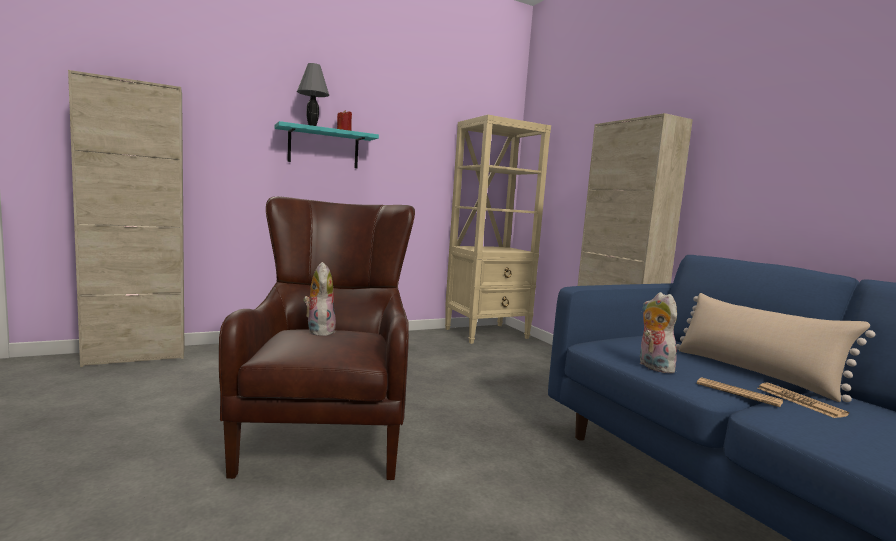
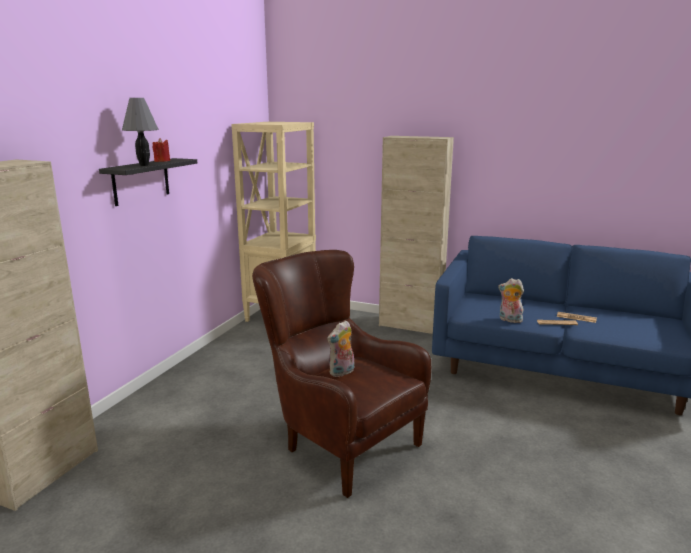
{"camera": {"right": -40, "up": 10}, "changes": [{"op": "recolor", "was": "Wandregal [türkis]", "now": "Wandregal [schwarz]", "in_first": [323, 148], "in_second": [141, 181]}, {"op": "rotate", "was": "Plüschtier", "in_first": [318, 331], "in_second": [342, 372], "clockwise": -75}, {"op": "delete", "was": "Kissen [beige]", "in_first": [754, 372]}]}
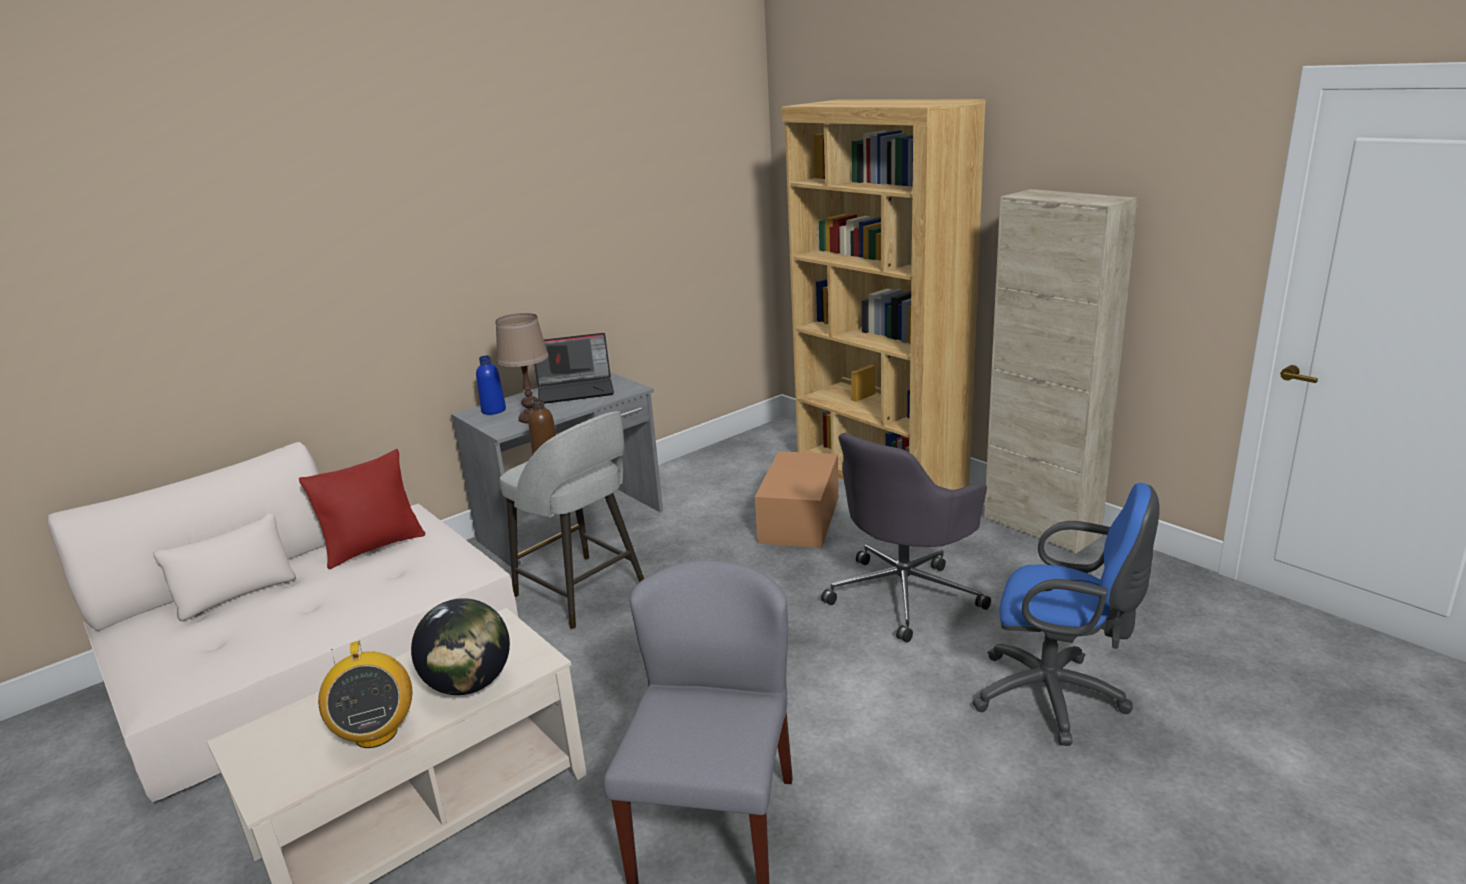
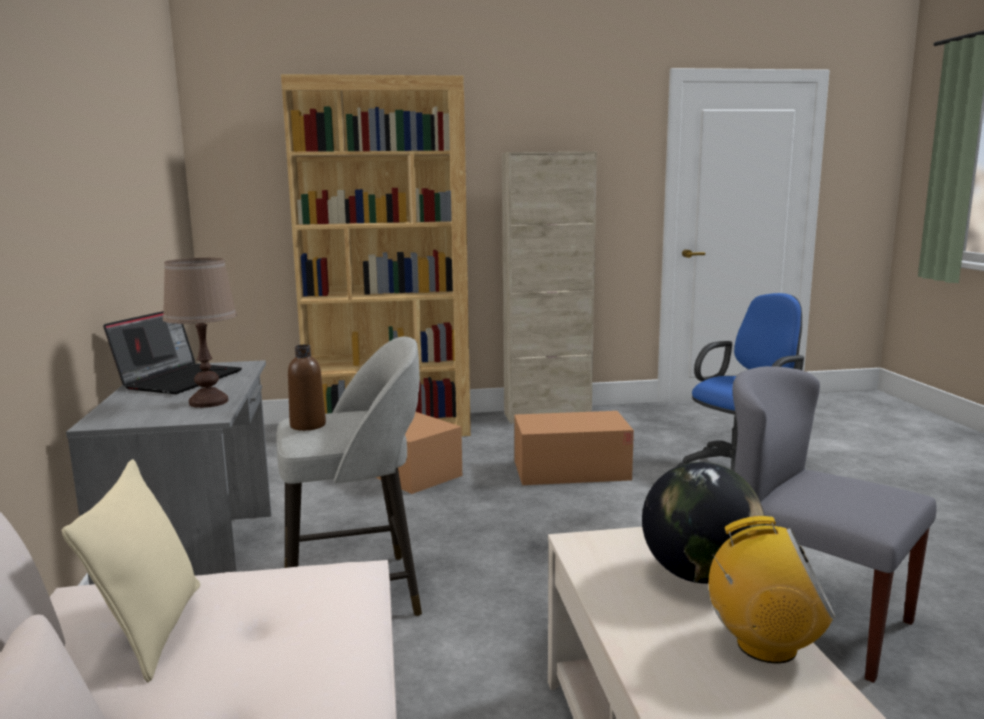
{"camera": {"right": -60, "up": -10}, "changes": [{"op": "recolor", "was": "Kissen [rot]", "now": "Kissen [beige]", "in_first": [374, 547], "in_second": [152, 631]}, {"op": "replace", "was": "Bürostuhl [grau]", "now": "Karton", "in_first": [905, 594], "in_second": [571, 470]}, {"op": "delete", "was": "Flasche [blau]", "in_first": [493, 410]}]}
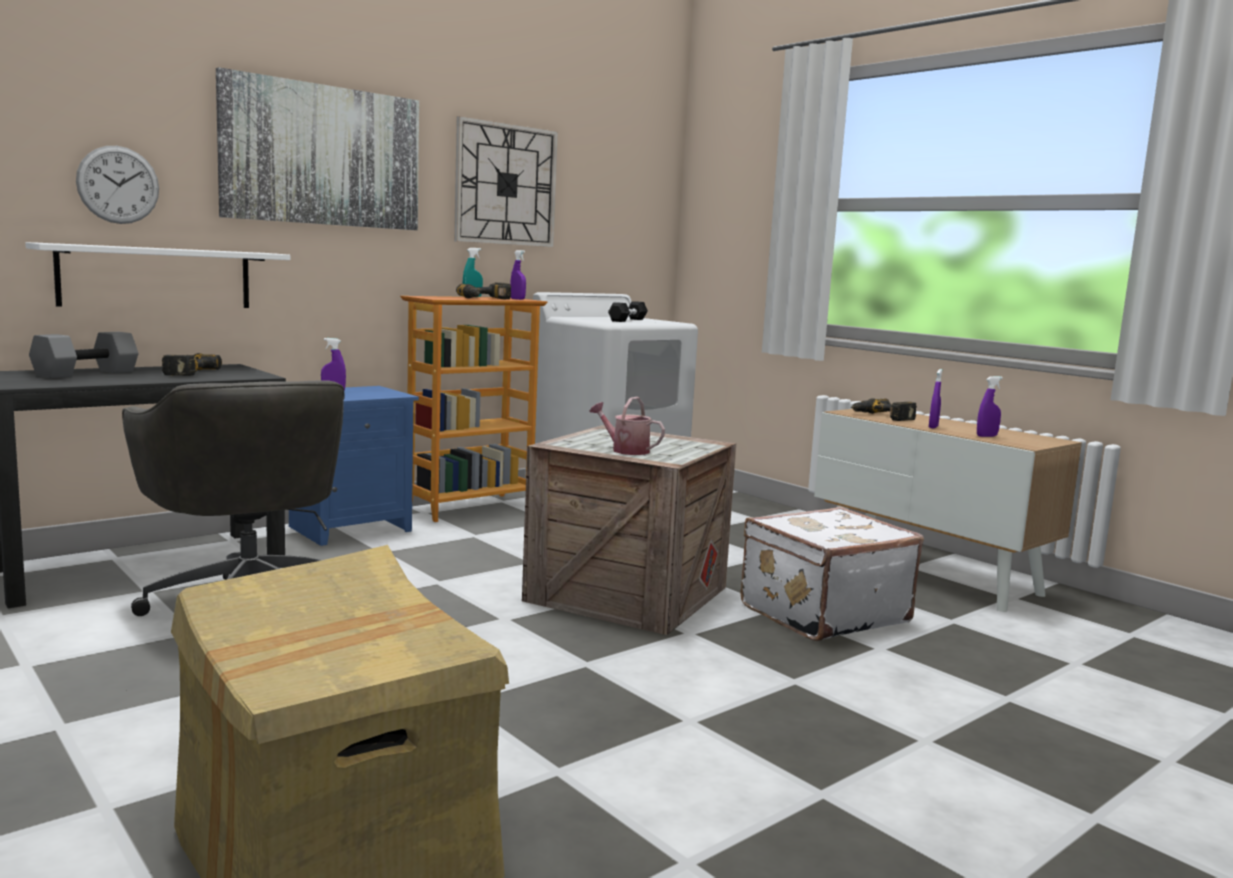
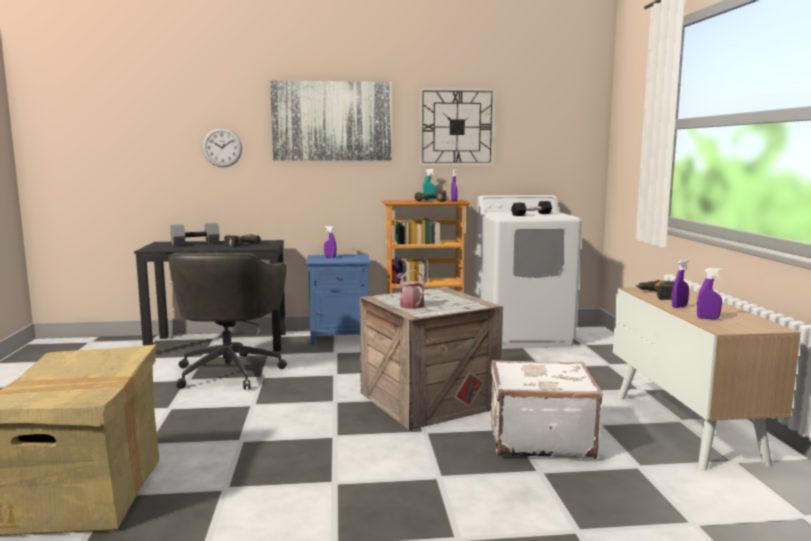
{"camera": {"right": 35, "up": 0}, "changes": [{"op": "delete", "was": "Wandregal [weiß]", "in_first": [156, 277]}]}
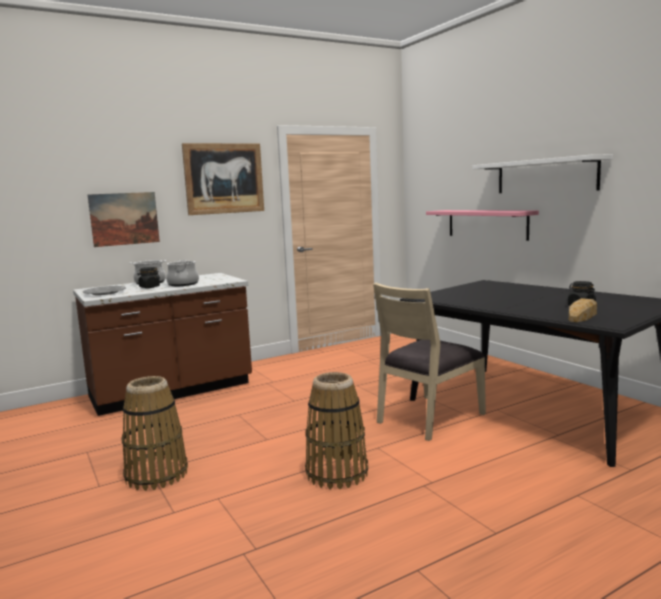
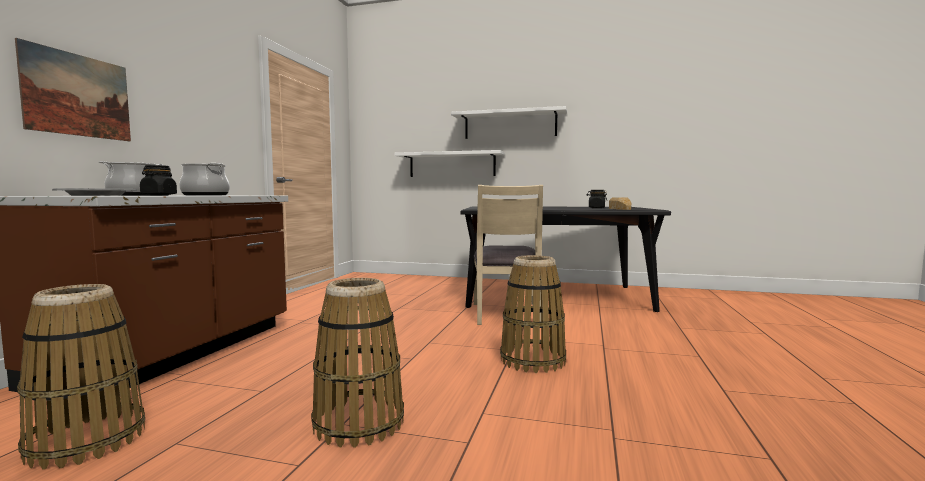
{"camera": {"right": -45, "up": -5}, "changes": [{"op": "insert", "now": "Korb", "in_second": [87, 440]}, {"op": "recolor", "was": "Wandregal [rosa]", "now": "Wandregal [weiß]", "in_first": [486, 224], "in_second": [452, 164]}, {"op": "delete", "was": "Bild", "in_first": [224, 178]}]}
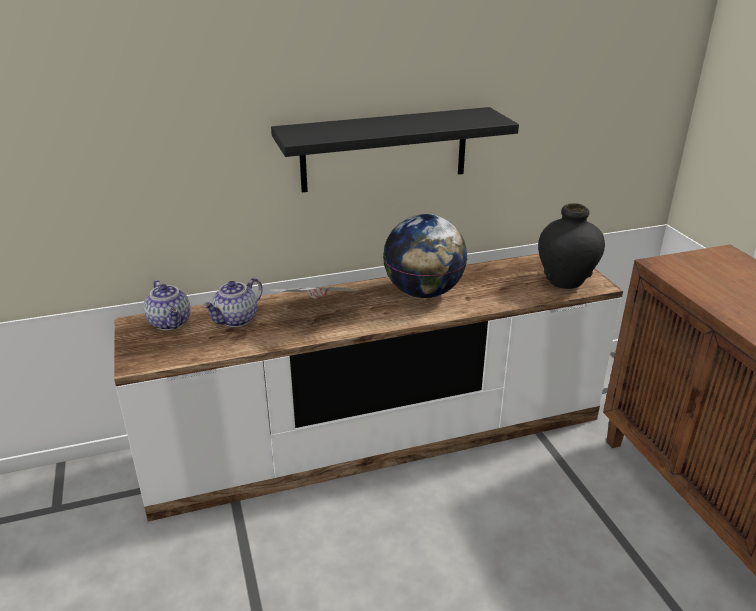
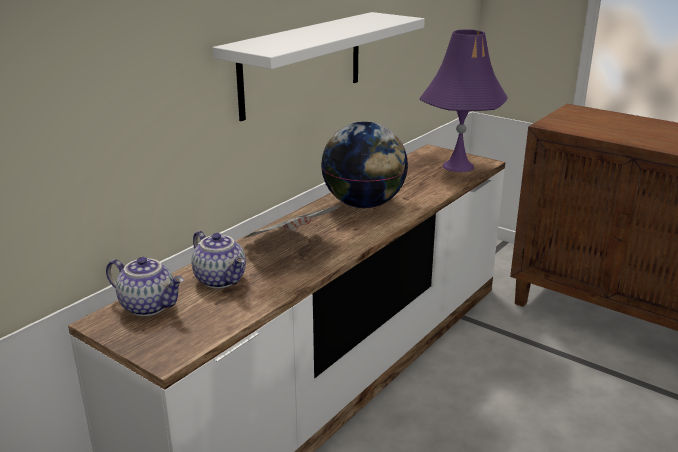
{"camera": {"right": -35, "up": -5}, "changes": [{"op": "rotate", "was": "Teekanne", "in_first": [237, 320], "in_second": [221, 279], "clockwise": -45}, {"op": "recolor", "was": "Wandregal [schwarz]", "now": "Wandregal [weiß]", "in_first": [384, 149], "in_second": [302, 64]}, {"op": "replace", "was": "Vase [schwarz]", "now": "Tischlampe [lila]", "in_first": [565, 281], "in_second": [458, 166]}]}
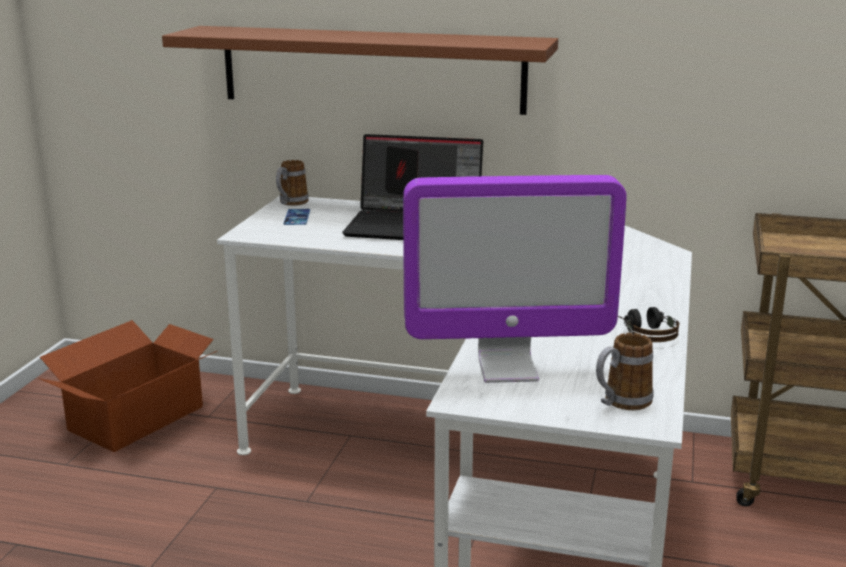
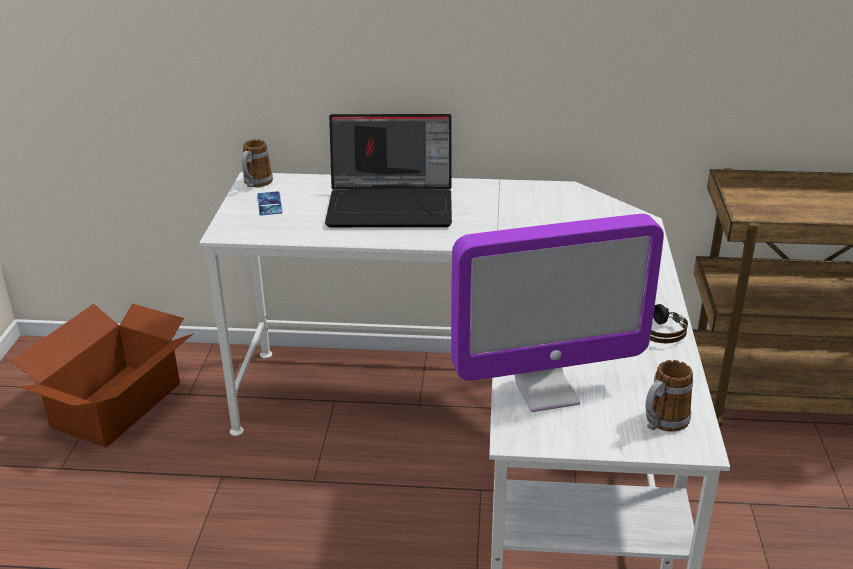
{"camera": {"right": -10, "up": 10}, "changes": [{"op": "delete", "was": "Wandregal [braun]", "in_first": [371, 69]}]}
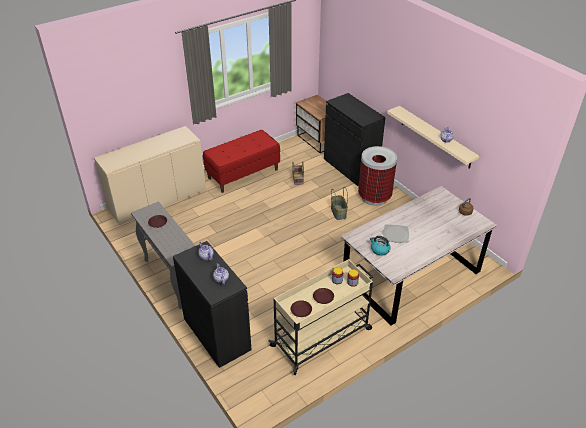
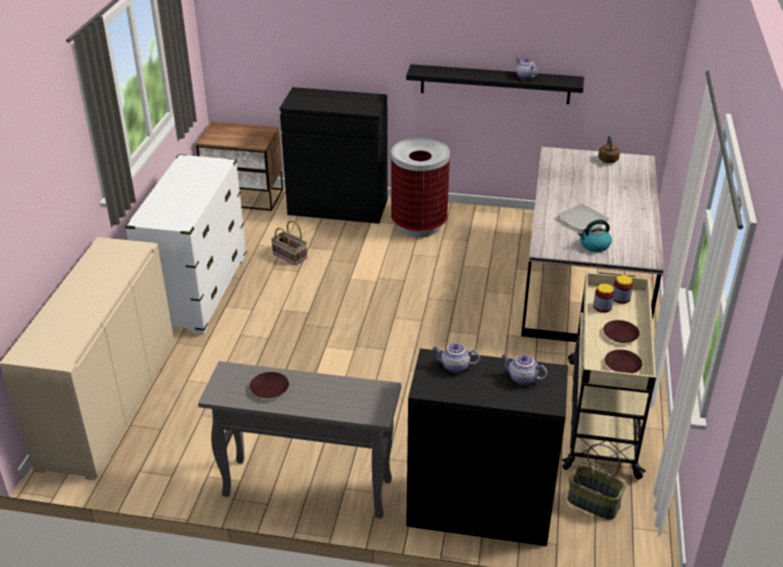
{"camera": {"right": -45, "up": -5}, "changes": [{"op": "replace", "was": "Bank [rot]", "now": "Kommode [weiß]", "in_first": [243, 173], "in_second": [198, 291]}, {"op": "recolor", "was": "Wandregal [beige]", "now": "Wandregal [schwarz]", "in_first": [435, 137], "in_second": [495, 84]}, {"op": "move", "was": "Korb", "in_first": [339, 212], "in_second": [594, 502]}]}
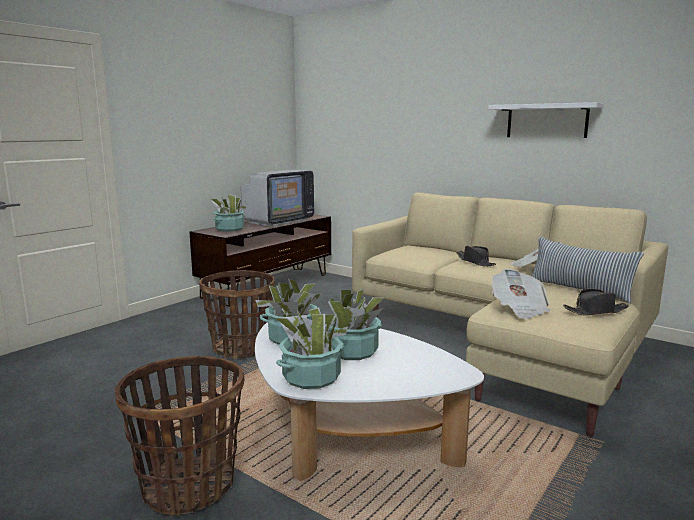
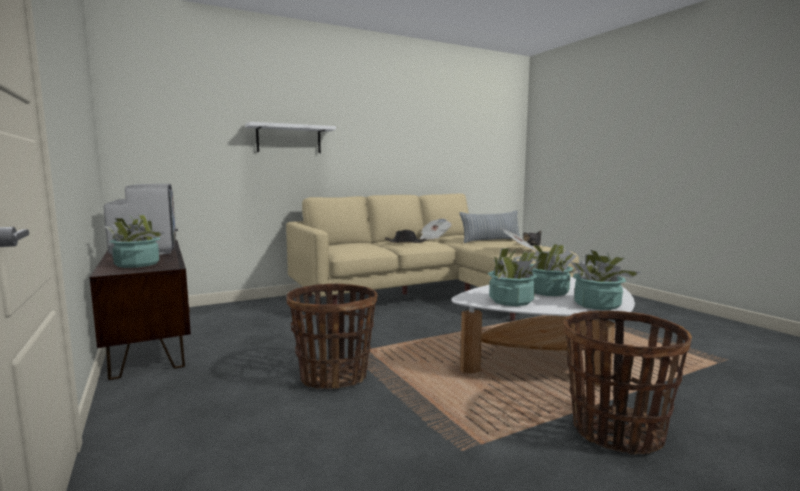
{"camera": {"right": -65, "up": -5}, "changes": [{"op": "move", "was": "Wandregal [weiß]", "in_first": [546, 121], "in_second": [289, 139]}]}
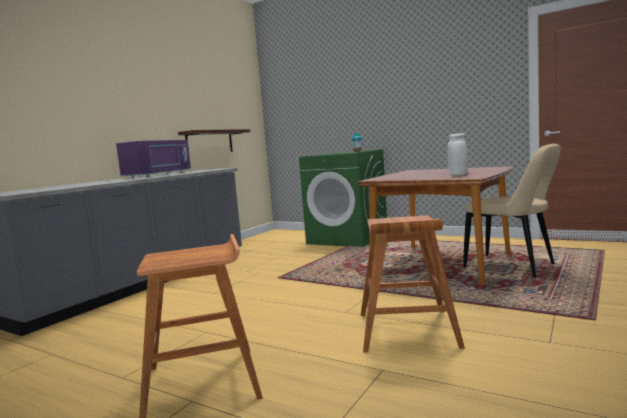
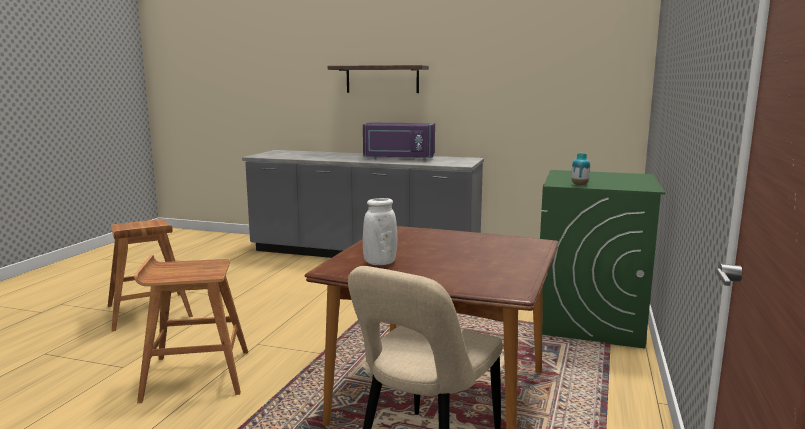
{"camera": {"right": 75, "up": 5}, "changes": [{"op": "move", "was": "Wandregal", "in_first": [209, 142], "in_second": [382, 79]}]}
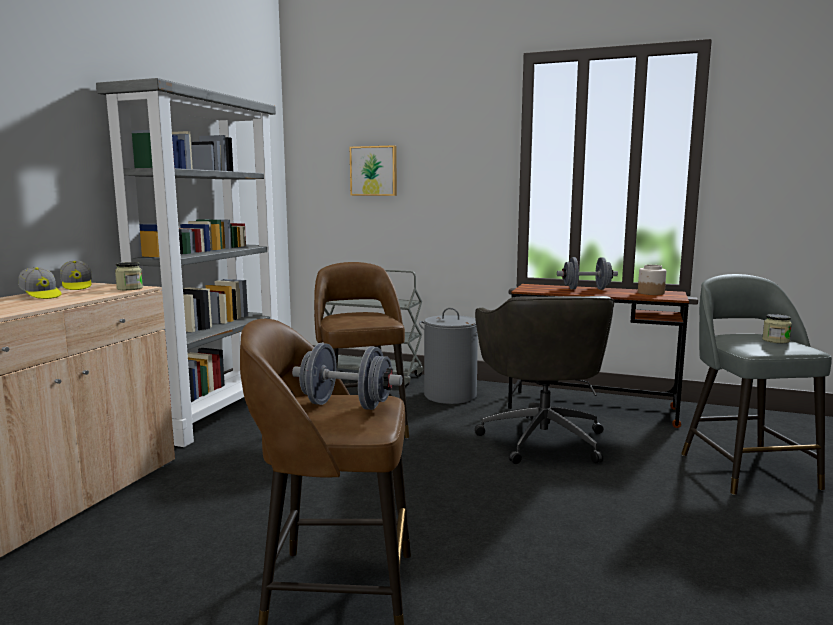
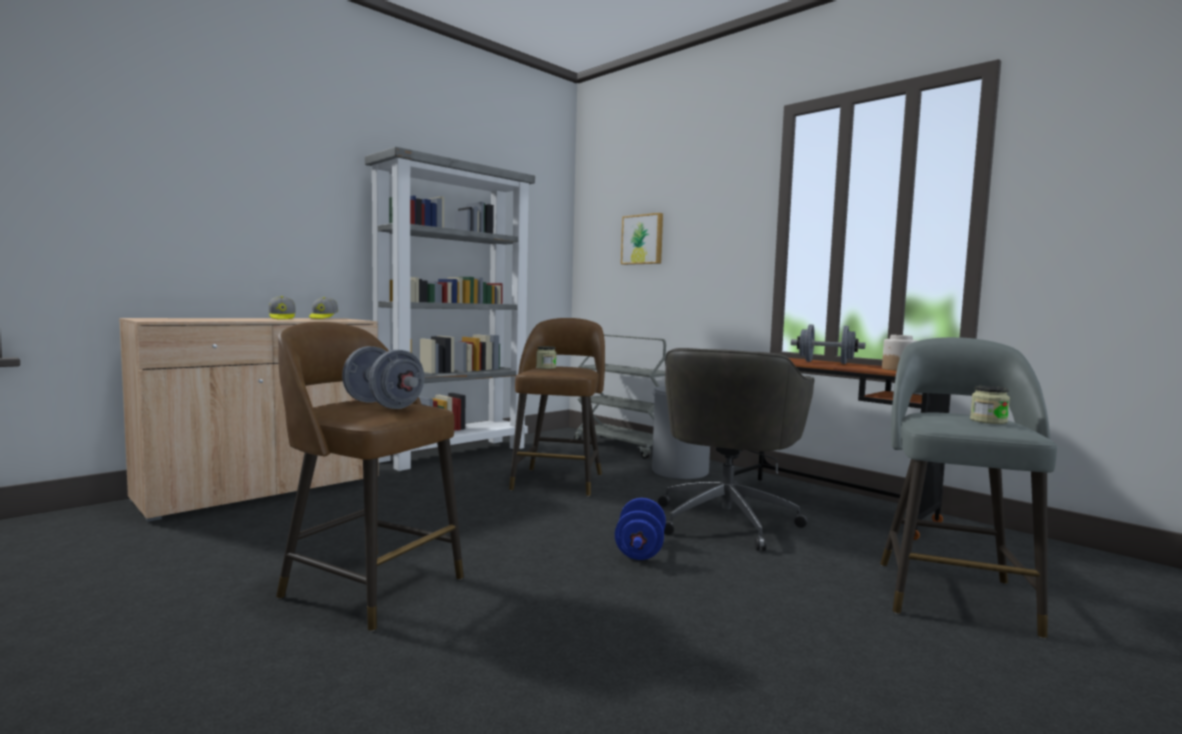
{"camera": {"right": 25, "up": -5}, "changes": [{"op": "move", "was": "Vorratsglas", "in_first": [129, 288], "in_second": [546, 368]}, {"op": "insert", "now": "Hantel [blau]", "in_second": [640, 550]}]}
